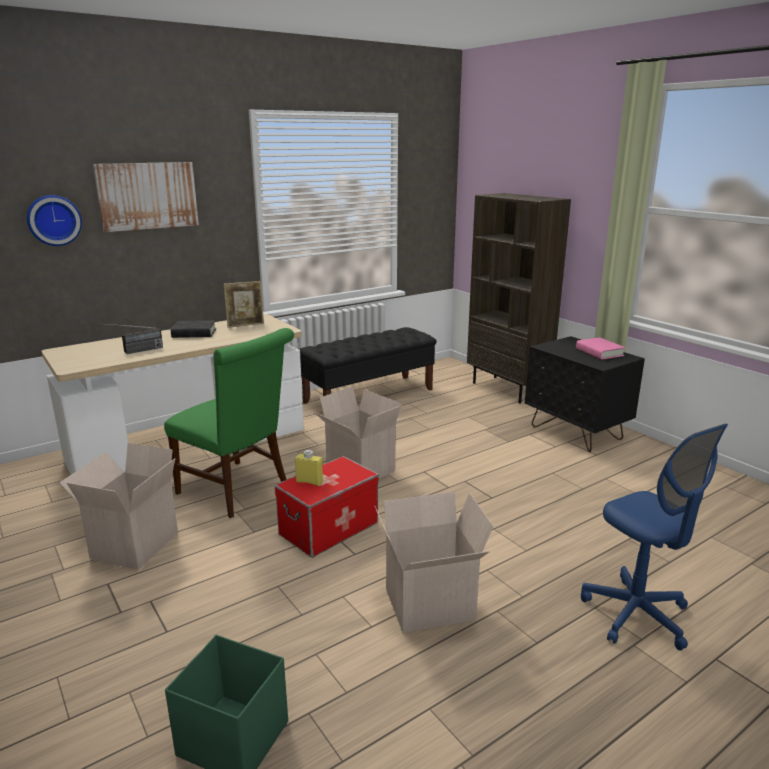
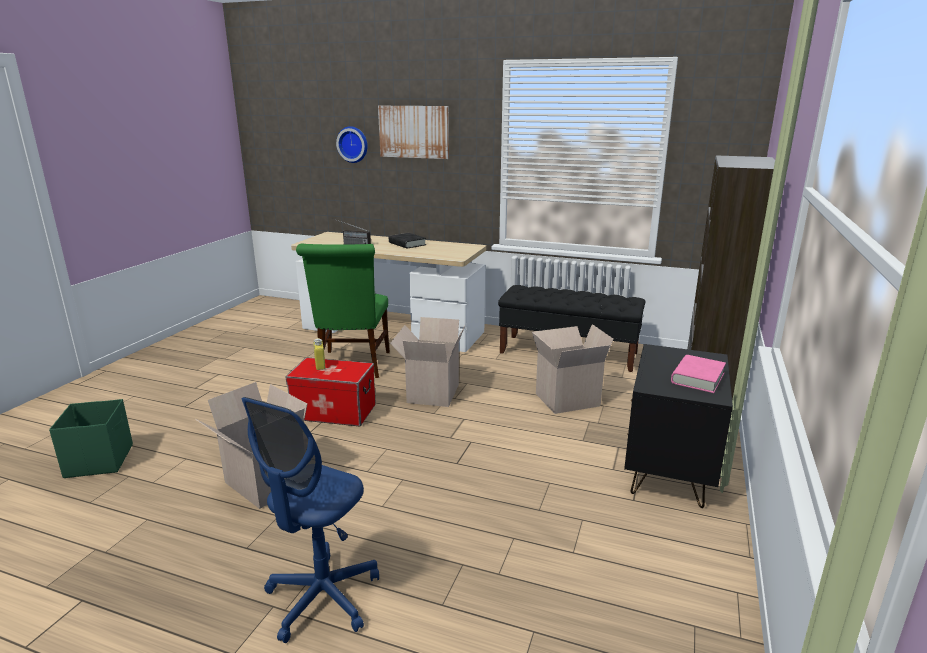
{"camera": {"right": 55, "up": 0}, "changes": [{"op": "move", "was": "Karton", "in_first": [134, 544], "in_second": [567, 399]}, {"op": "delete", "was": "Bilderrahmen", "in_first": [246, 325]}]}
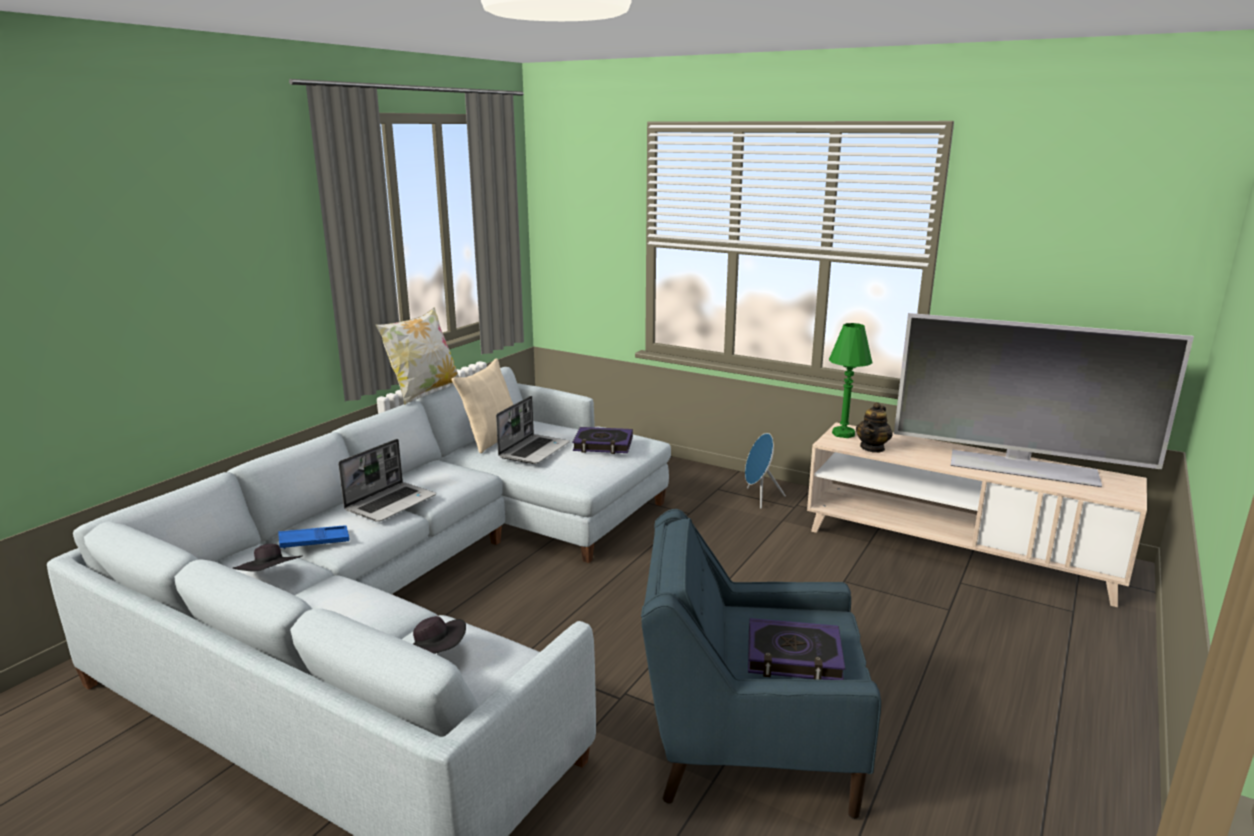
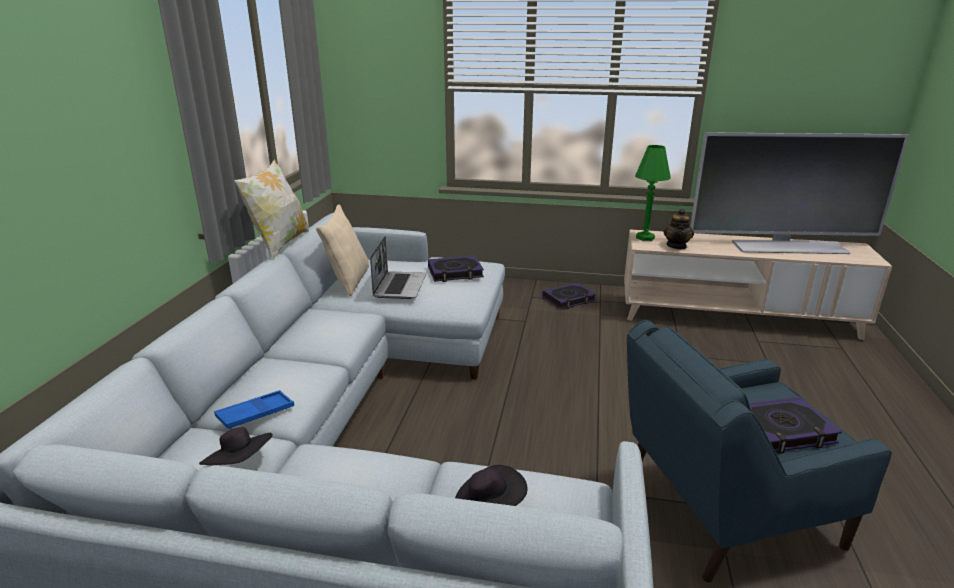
{"camera": {"right": -20, "up": 5}, "changes": [{"op": "replace", "was": "Lautsprecher [blau]", "now": "Buch", "in_first": [759, 498], "in_second": [569, 299]}, {"op": "delete", "was": "Laptop", "in_first": [391, 503]}]}
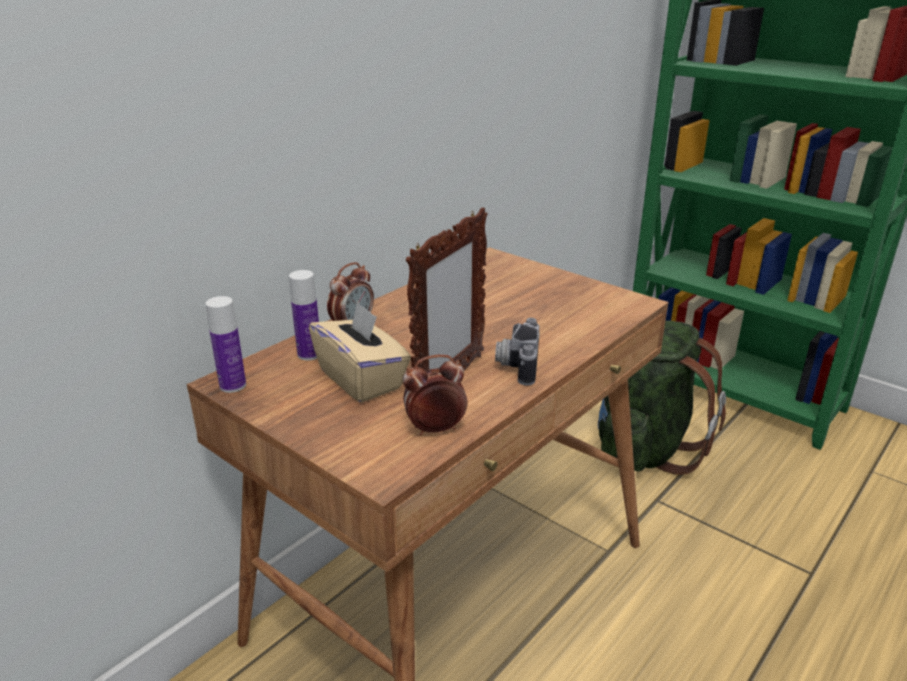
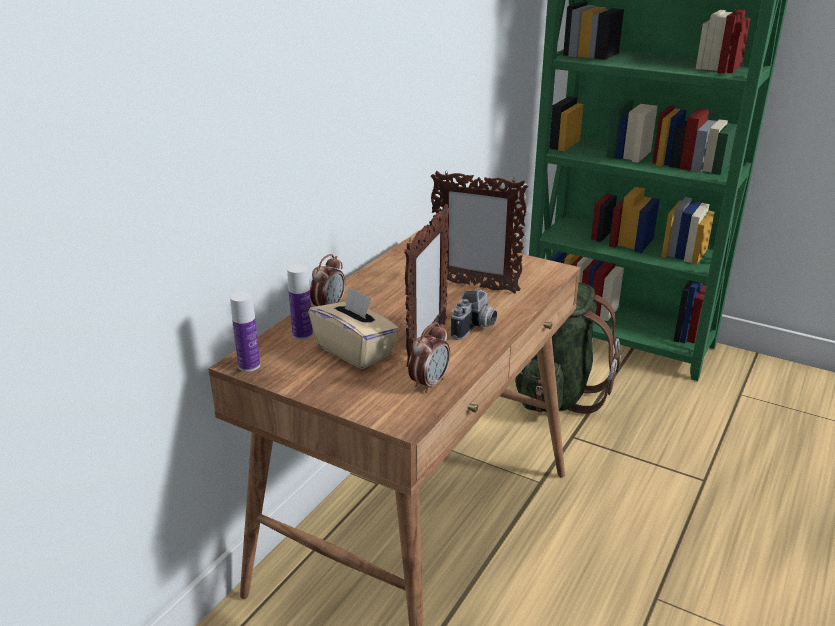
{"camera": {"right": -10, "up": 0}, "changes": [{"op": "rotate", "was": "Wecker", "in_first": [435, 429], "in_second": [429, 383], "clockwise": 150}, {"op": "insert", "now": "Bilderrahmen", "in_second": [474, 286]}, {"op": "rotate", "was": "Kamera", "in_first": [516, 365], "in_second": [475, 328], "clockwise": -150}]}
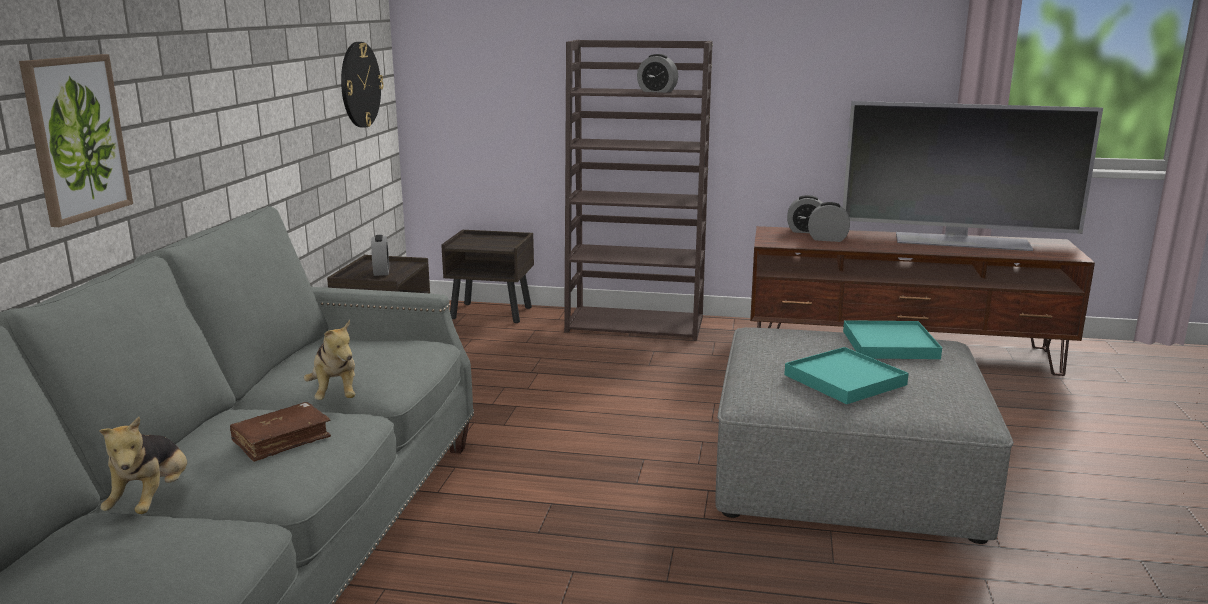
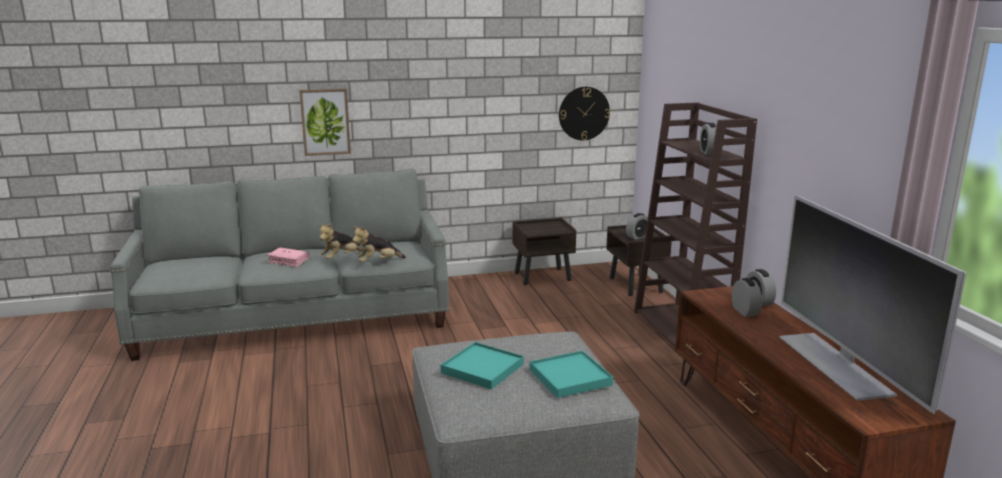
{"camera": {"right": 65, "up": 0}, "changes": [{"op": "recolor", "was": "Buch [braun]", "now": "Buch [rosa]", "in_first": [282, 440], "in_second": [289, 261]}, {"op": "move", "was": "Plüschtier", "in_first": [152, 500], "in_second": [378, 262]}, {"op": "move", "was": "Wecker", "in_first": [381, 271], "in_second": [637, 236]}]}
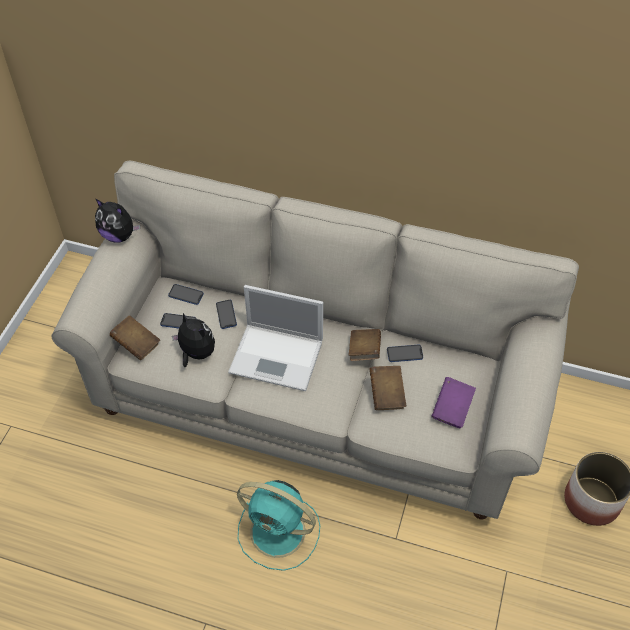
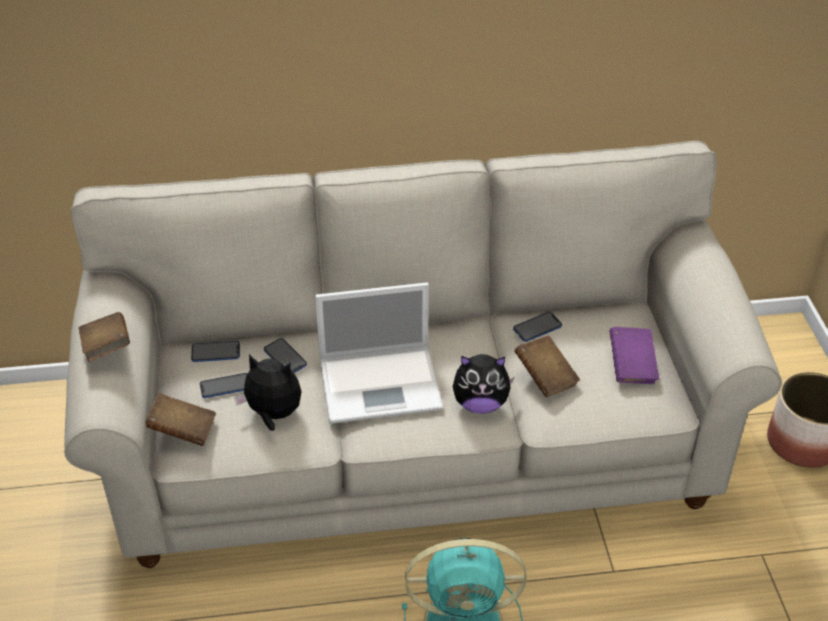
{"camera": {"right": -25, "up": -10}, "changes": [{"op": "move", "was": "Buch [braun]", "in_first": [364, 351], "in_second": [107, 348]}, {"op": "move", "was": "Plüschtier", "in_first": [119, 235], "in_second": [480, 404]}]}
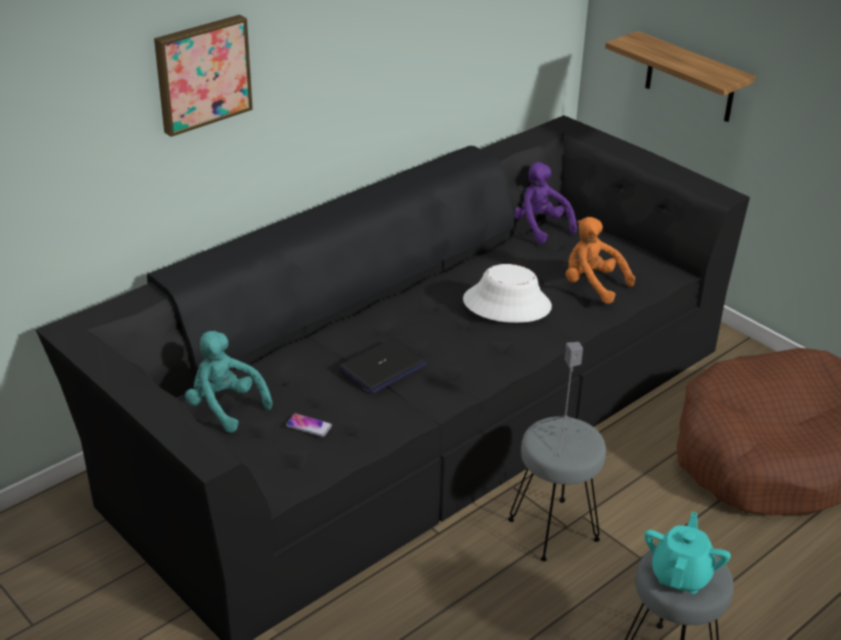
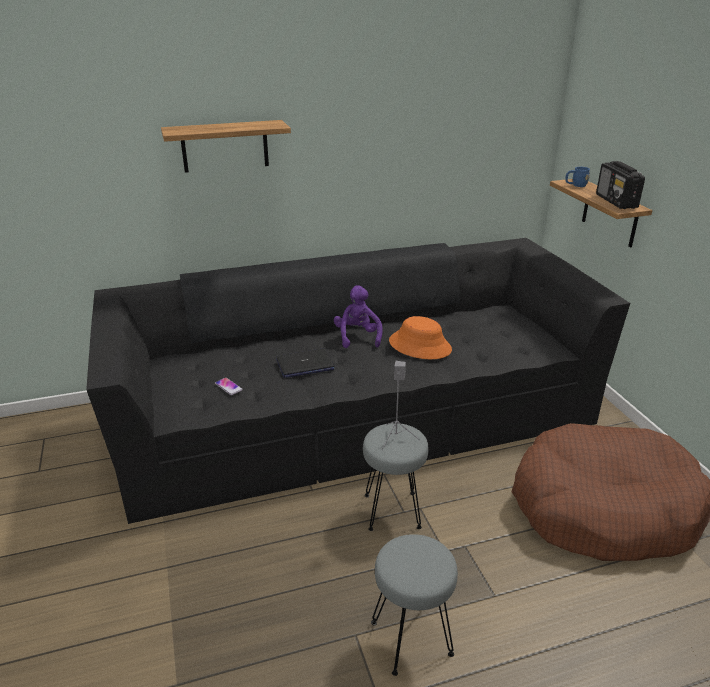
{"camera": {"right": 25, "up": -5}, "changes": [{"op": "replace", "was": "Bild", "now": "Wandregal", "in_first": [201, 73], "in_second": [225, 146]}, {"op": "move", "was": "Plüschtier [lila]", "in_first": [539, 227], "in_second": [357, 337]}, {"op": "recolor", "was": "Hut [weiß]", "now": "Hut [orange]", "in_first": [507, 304], "in_second": [420, 345]}, {"op": "insert", "now": "Henkelbecher [blau]", "in_second": [575, 185]}, {"op": "insert", "now": "Radio", "in_second": [616, 201]}, {"op": "delete", "was": "Plüschtier [türkis]", "in_first": [225, 407]}, {"op": "delete", "was": "Plüschtier [orange]", "in_first": [592, 285]}, {"op": "delete", "was": "Teekanne [türkis]", "in_first": [681, 575]}]}
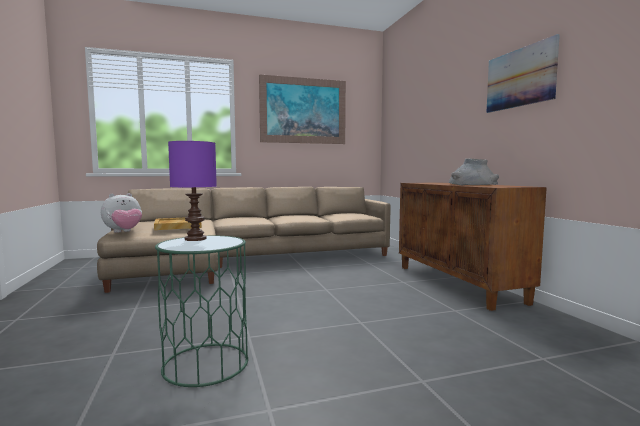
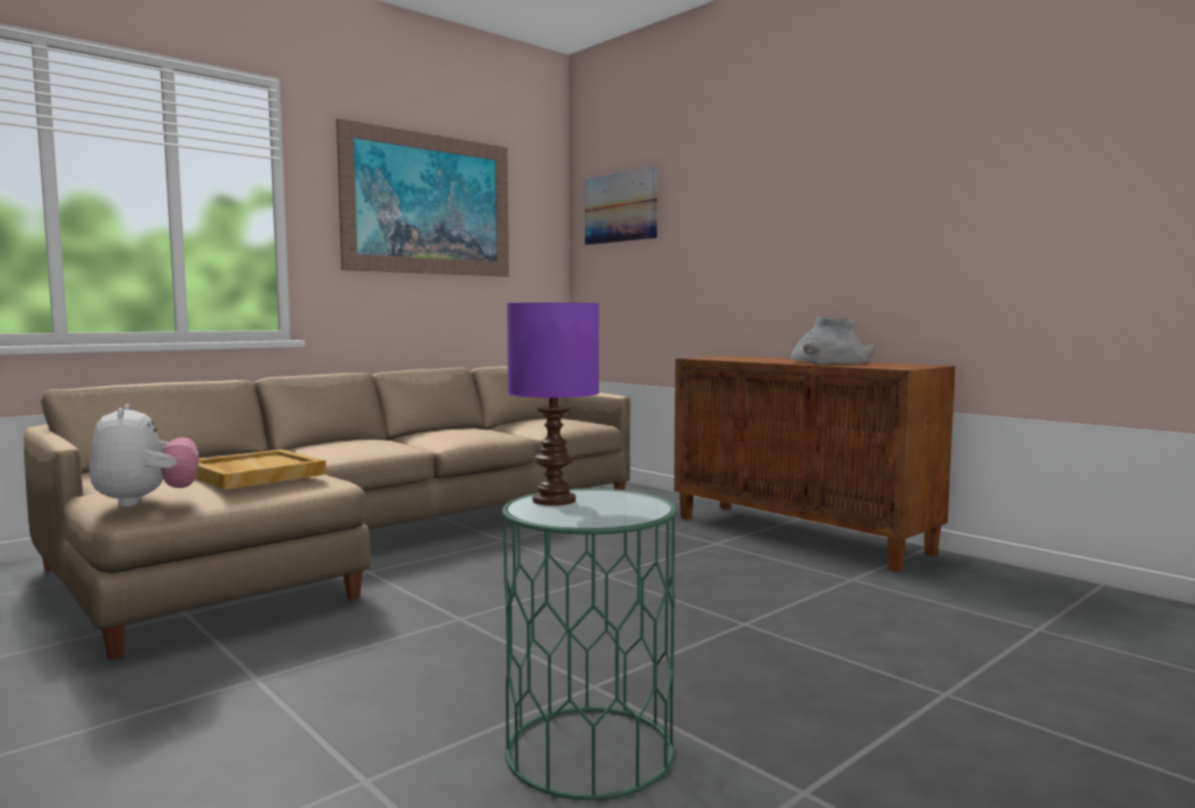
{"camera": {"right": -25, "up": 0}, "changes": [{"op": "rotate", "was": "Plüschtier", "in_first": [124, 232], "in_second": [145, 501], "clockwise": -45}, {"op": "move", "was": "Bild", "in_first": [519, 78], "in_second": [620, 207]}]}
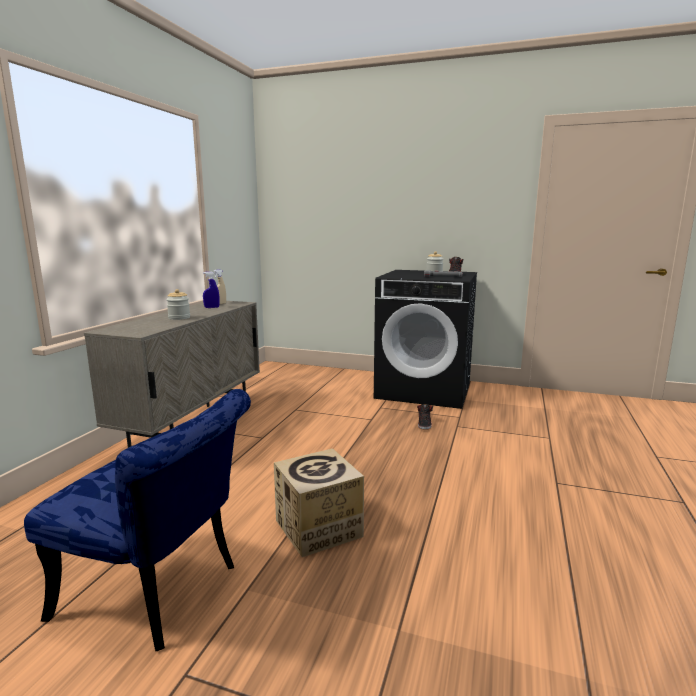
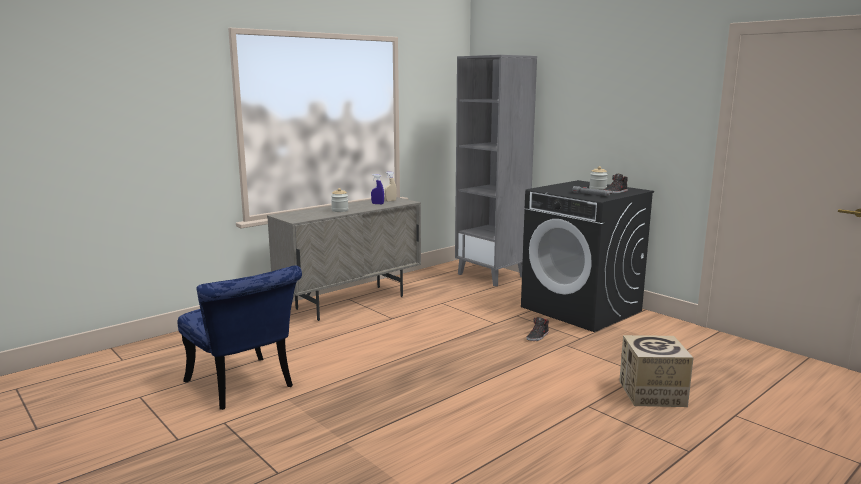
{"camera": {"right": 30, "up": 0}, "changes": [{"op": "insert", "now": "Bücherregal [grau]", "in_second": [492, 275]}, {"op": "move", "was": "Karton", "in_first": [318, 528], "in_second": [652, 393]}]}
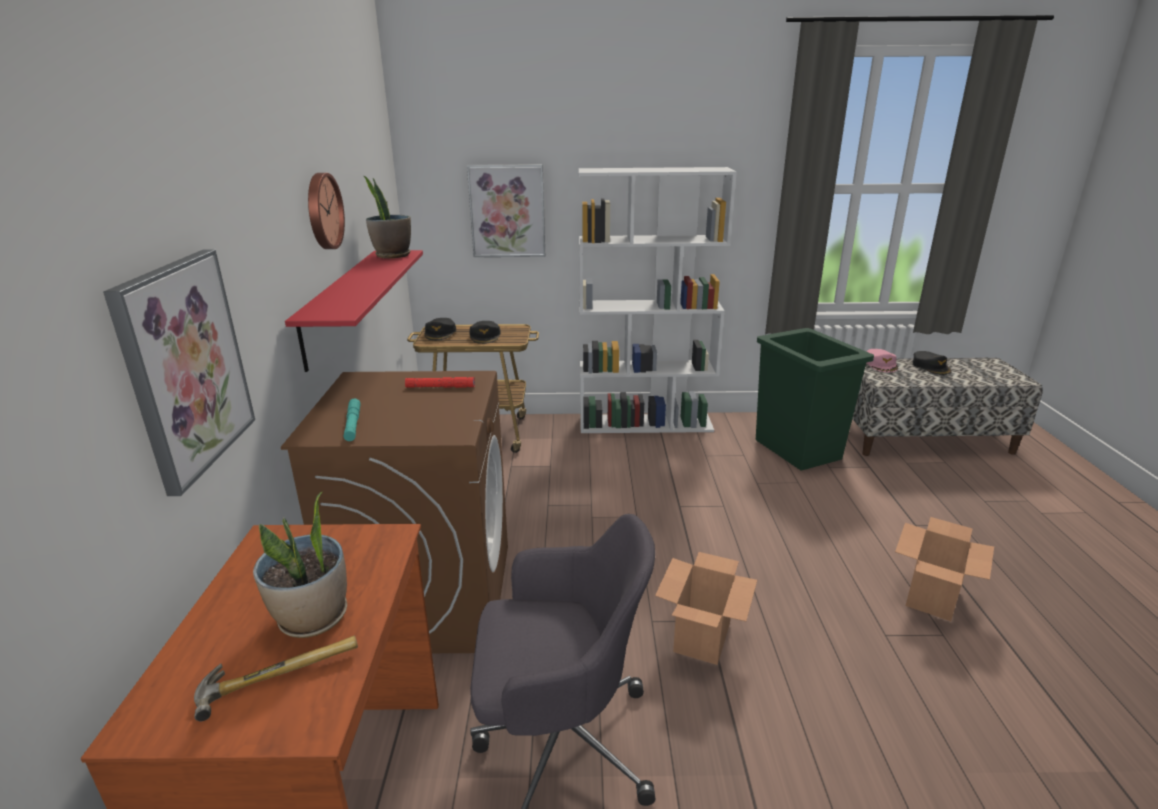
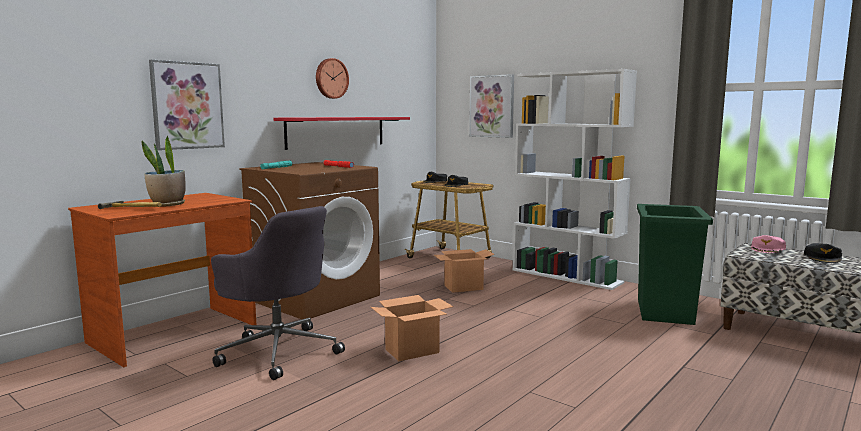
{"camera": {"right": 40, "up": -15}, "changes": [{"op": "move", "was": "Karton", "in_first": [932, 597], "in_second": [463, 287]}, {"op": "delete", "was": "Topfpflanze", "in_first": [392, 255]}]}
